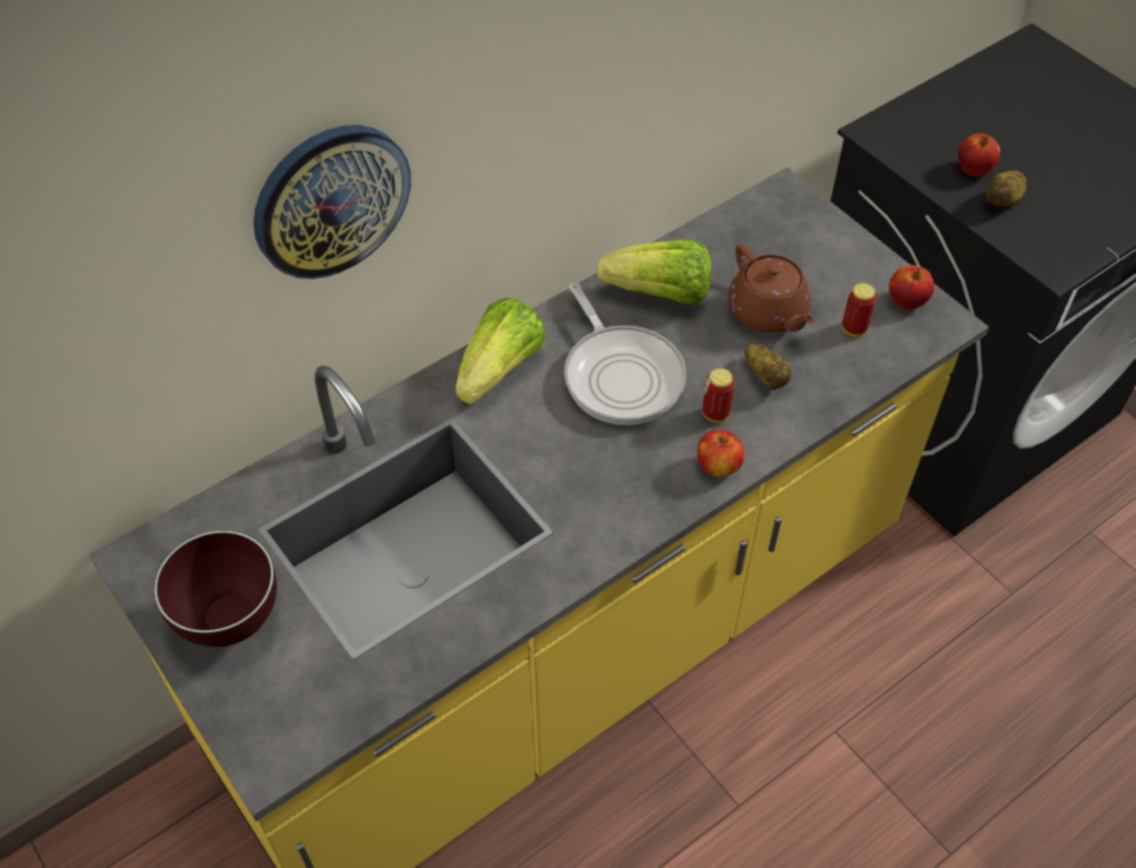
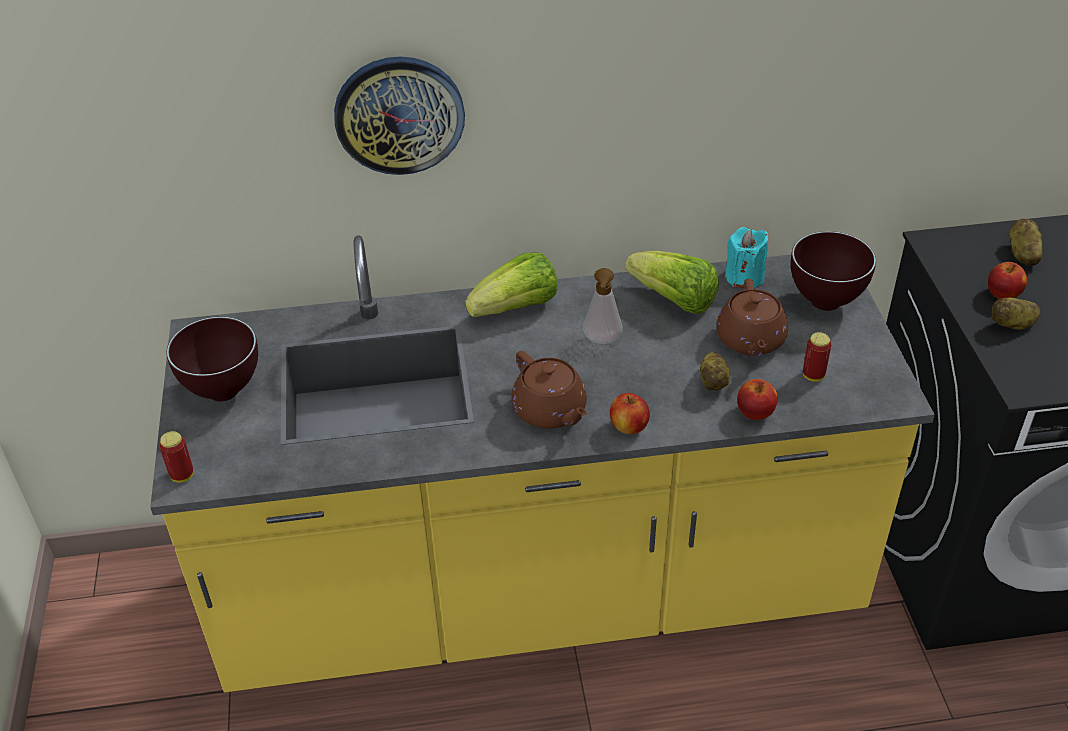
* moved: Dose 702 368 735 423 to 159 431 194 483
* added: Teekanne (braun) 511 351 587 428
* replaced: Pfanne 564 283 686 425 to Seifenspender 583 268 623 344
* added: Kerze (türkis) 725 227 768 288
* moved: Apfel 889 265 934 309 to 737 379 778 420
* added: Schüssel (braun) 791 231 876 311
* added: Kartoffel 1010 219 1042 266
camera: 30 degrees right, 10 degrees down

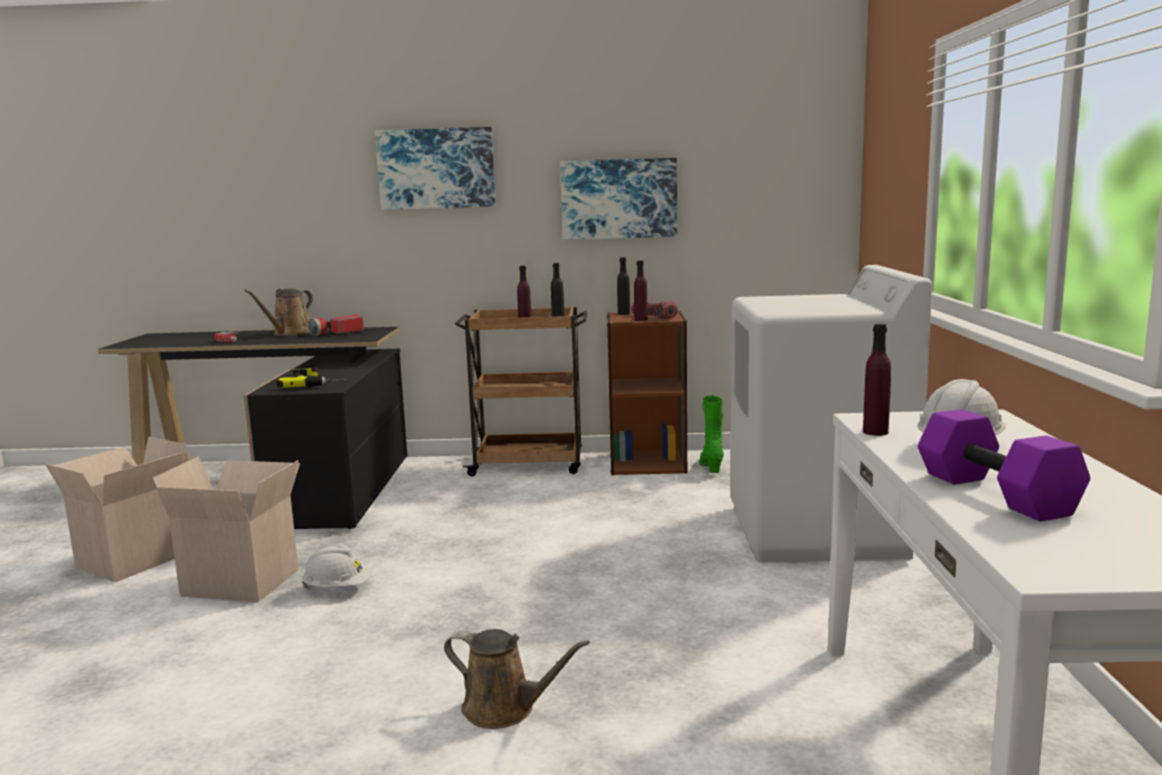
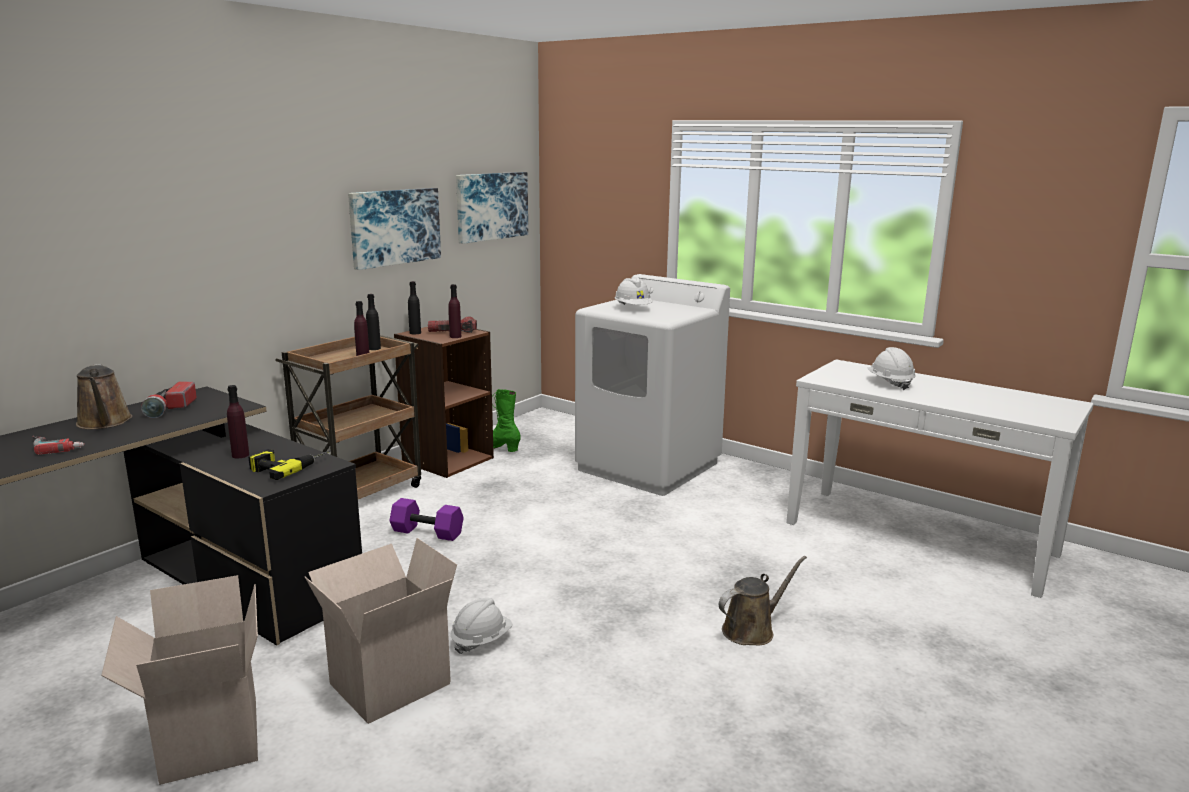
* moved: Flasche (lila) 863 324 891 436 to 227 385 249 458
* moved: Hantel (lila) 918 409 1090 521 to 389 498 464 541
* moved: Bild 375 127 496 210 to 456 172 528 244
* added: Schutzhelm (weiß) 615 278 653 305
camera: 55 degrees left, 5 degrees up

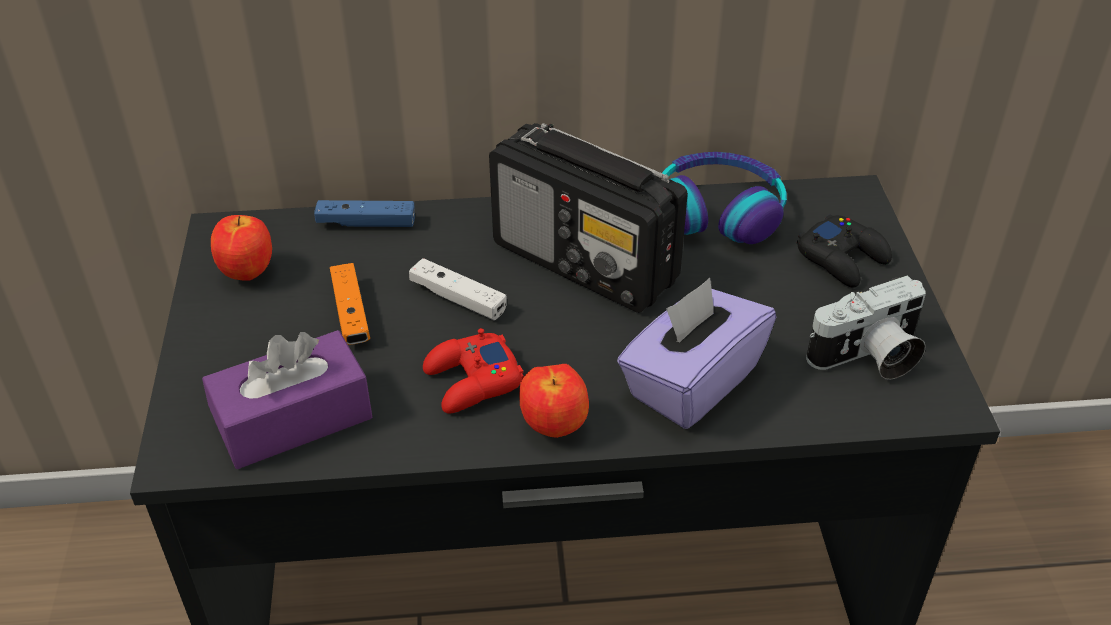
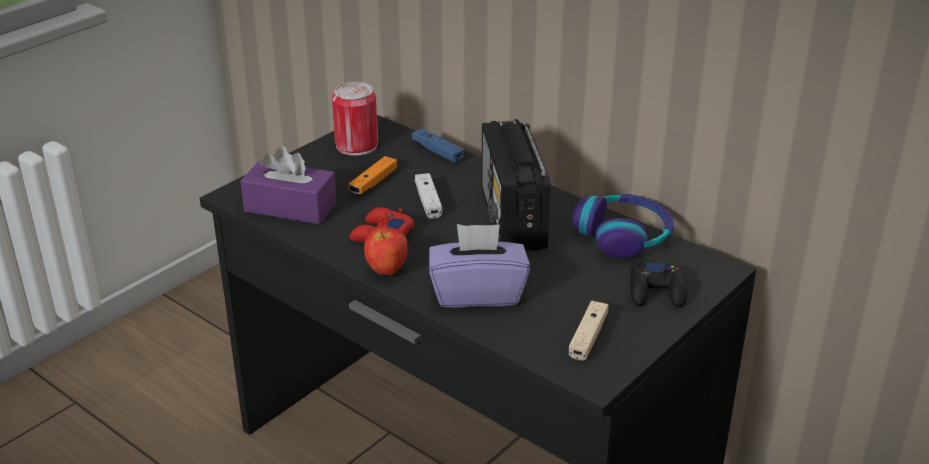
* replaced: Apfel 211 215 272 281 to Dose 332 82 378 156
* replaced: Kamera 806 275 926 380 to Gamepad (beige) 569 301 609 361
camera: 45 degrees right, 10 degrees down

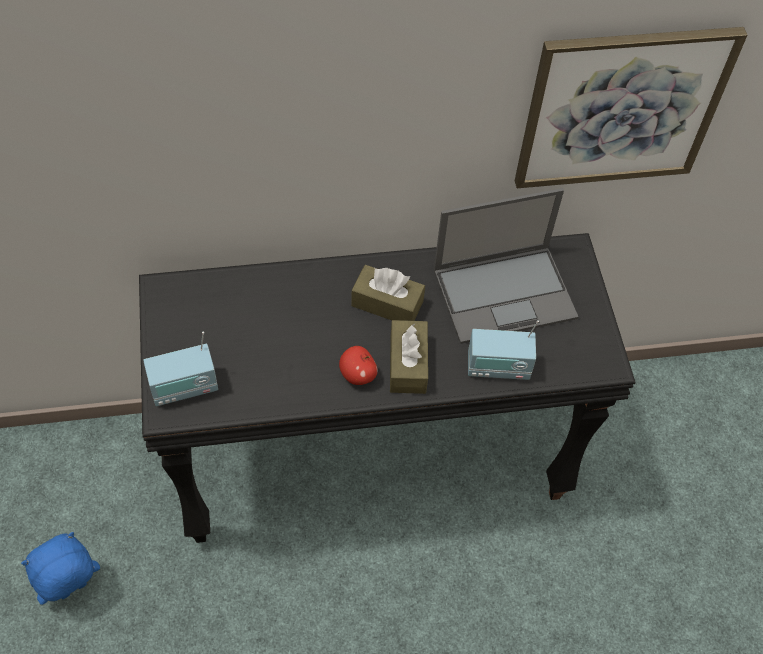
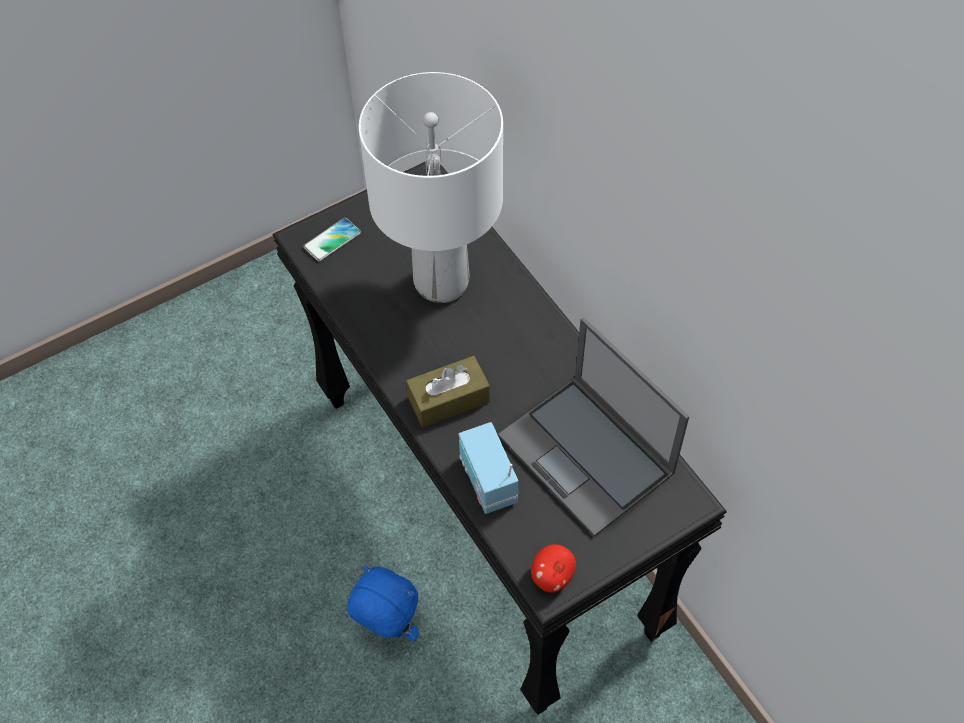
* replaced: Radio 143 332 218 406 to Handy 304 218 361 261
* moved: Plüschtier (blau) 21 532 100 605 to 347 566 419 641
* added: Tischlampe (weiß) 359 72 503 303
* moved: Apfel 339 346 378 385 to 531 544 576 593
* removed: Taschentuchbox (braun) 351 265 425 321
* removed: Bild 515 27 747 188
camera: 70 degrees right, 0 degrees up

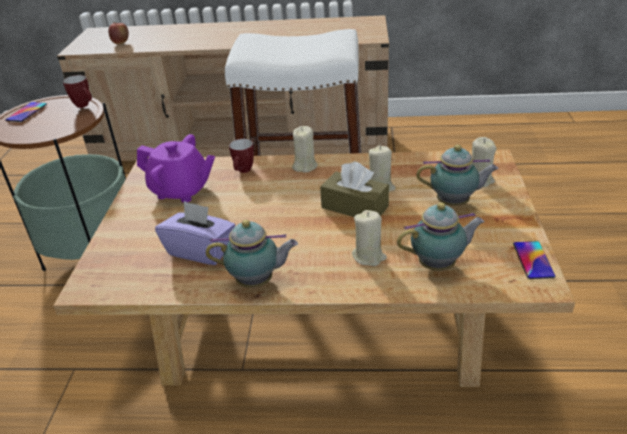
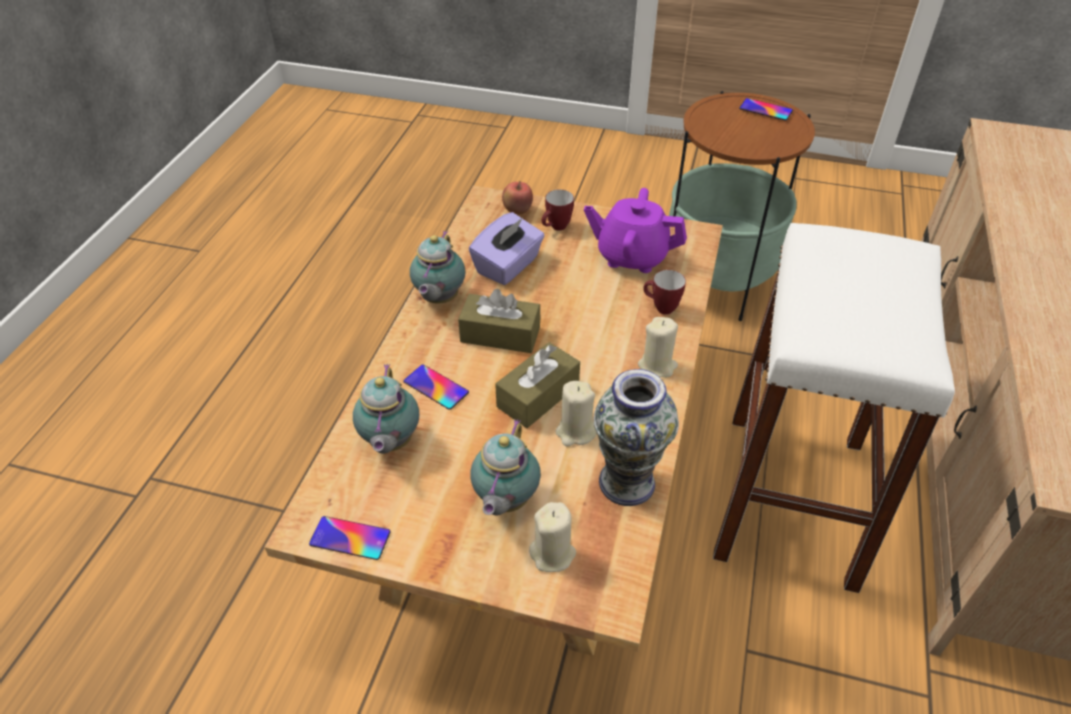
* replaced: Kerze (beige) 352 210 387 266 to Handy 403 364 469 410
* added: Taschentuchbox (braun) 458 289 540 353
* moved: Apfel 108 22 129 44 to 502 181 533 215
* moved: Henkelbecher 63 75 92 108 to 542 189 574 231
* turned: Teekanne (lila) 137 134 215 203 = 584 188 687 273 75 degrees clockwise
* added: Vase 593 369 679 506
camera: 100 degrees right, 10 degrees up

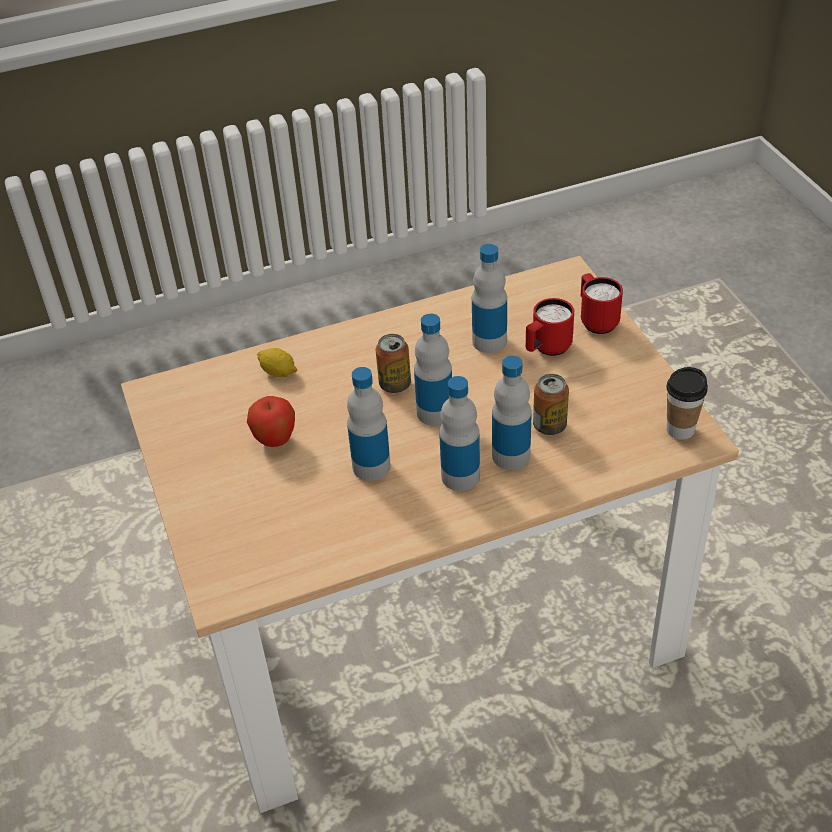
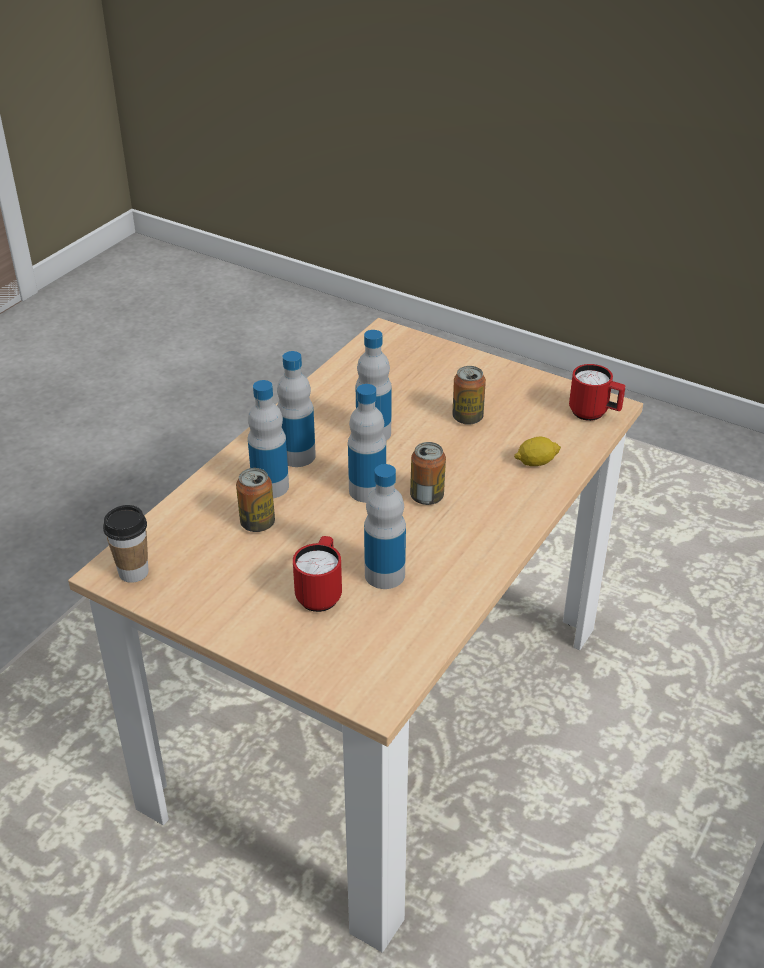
* replaced: Apfel 247 396 295 447 to Dose 452 366 486 425
* moved: Henkelbecher (rot) 581 273 623 334 to 569 364 626 421
camera: 140 degrees right, 5 degrees down

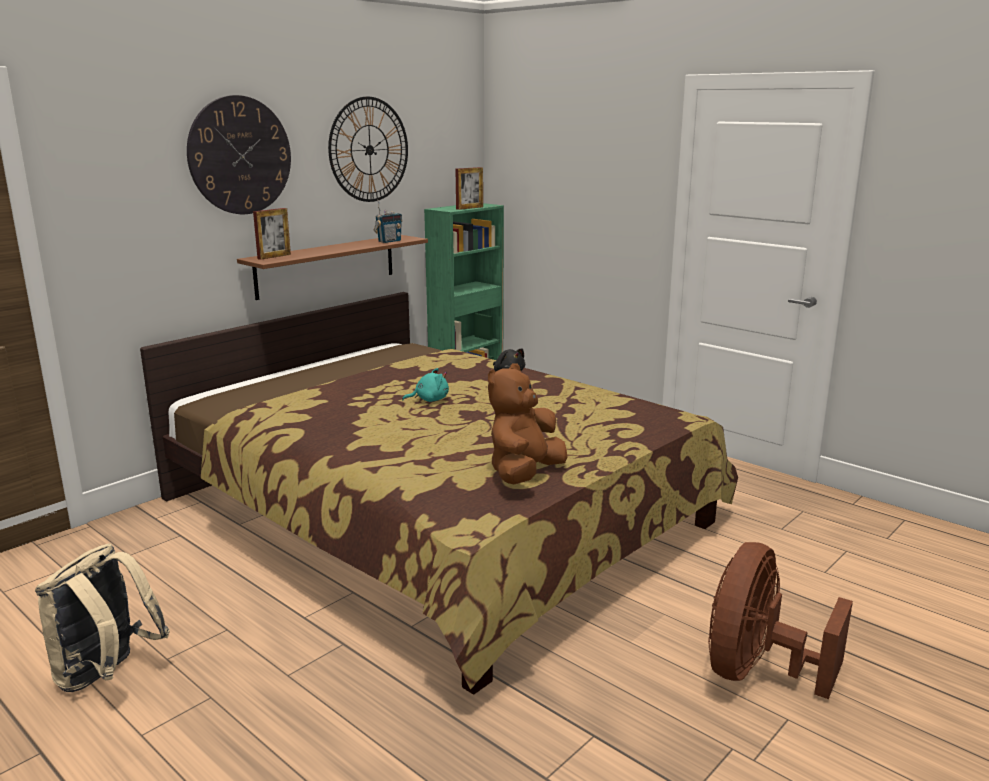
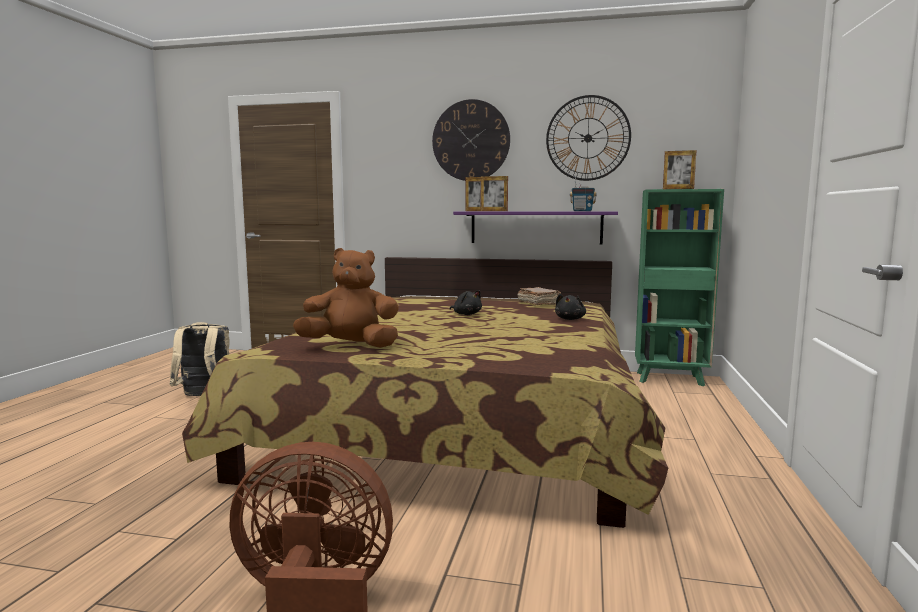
* recoloured: Plüschtier (türkis) 402 368 449 402 to Plüschtier (schwarz) 450 290 482 315
* recoloured: Wandregal (braun) 237 235 428 300 to Wandregal (lila) 453 211 618 244
* added: Bilderrahmen 481 176 508 211
* added: Buch (braun) 517 287 561 305
camera: 60 degrees right, 10 degrees down

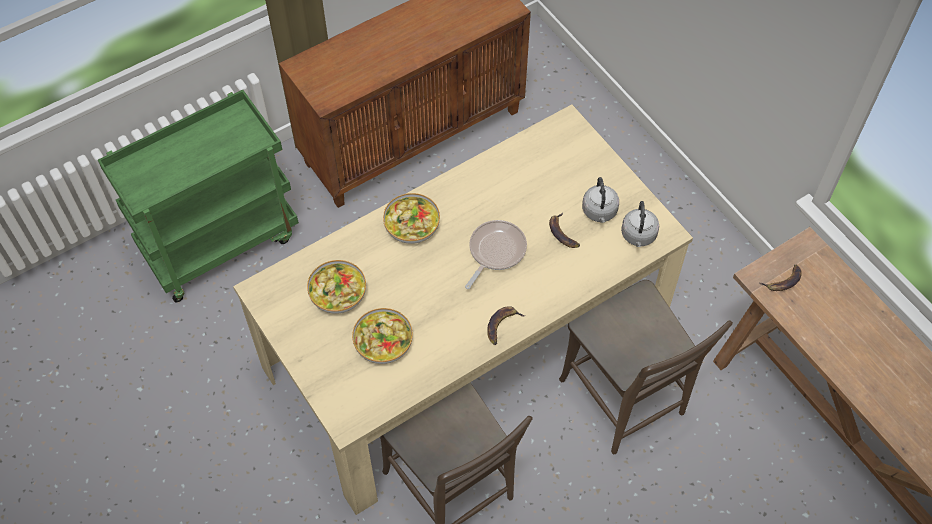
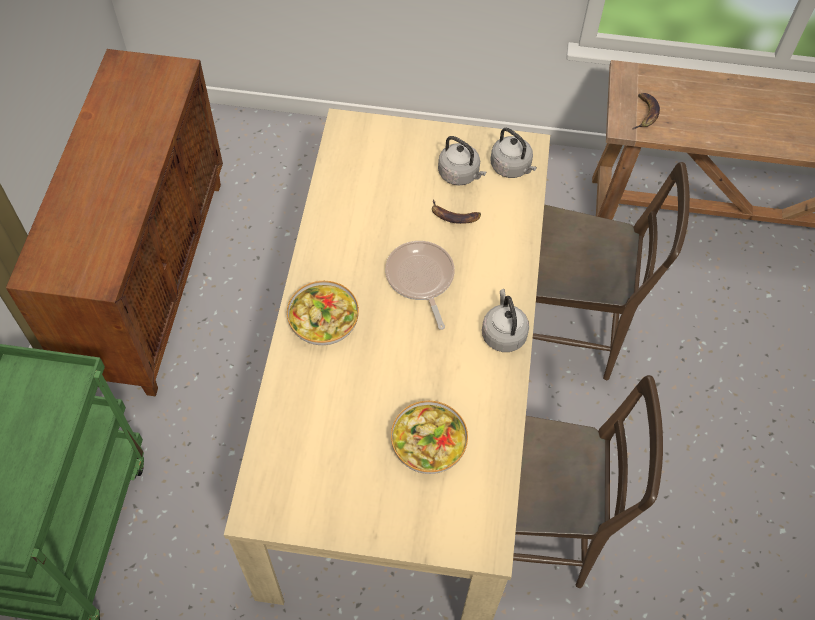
* replaced: Banane 487 306 525 345 to Wasserkessel (grau) 482 289 529 352
* removed: Schüssel 307 260 366 314
camera: 50 degrees left, 0 degrees up

